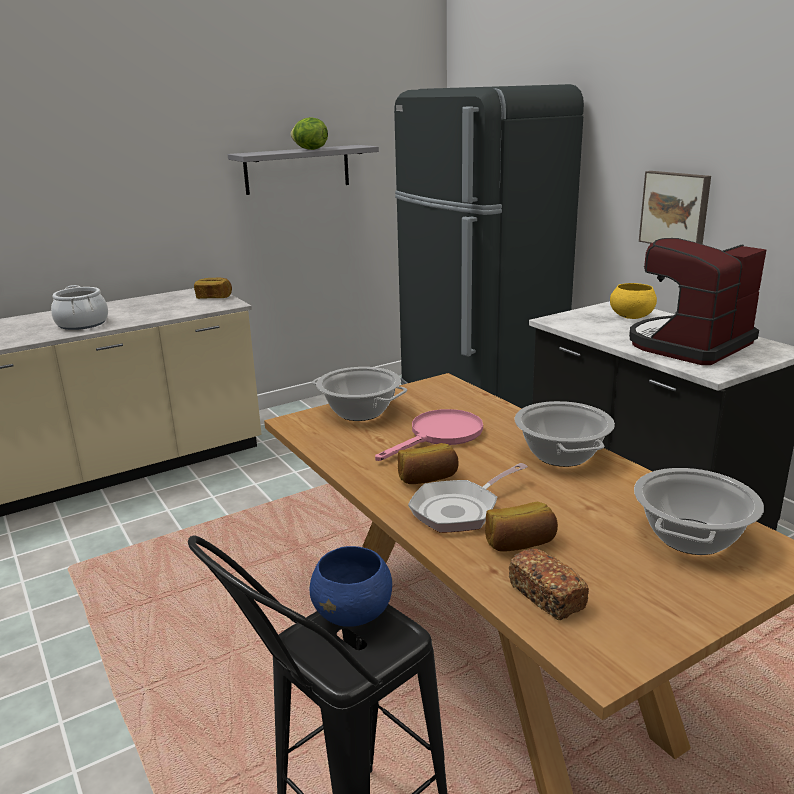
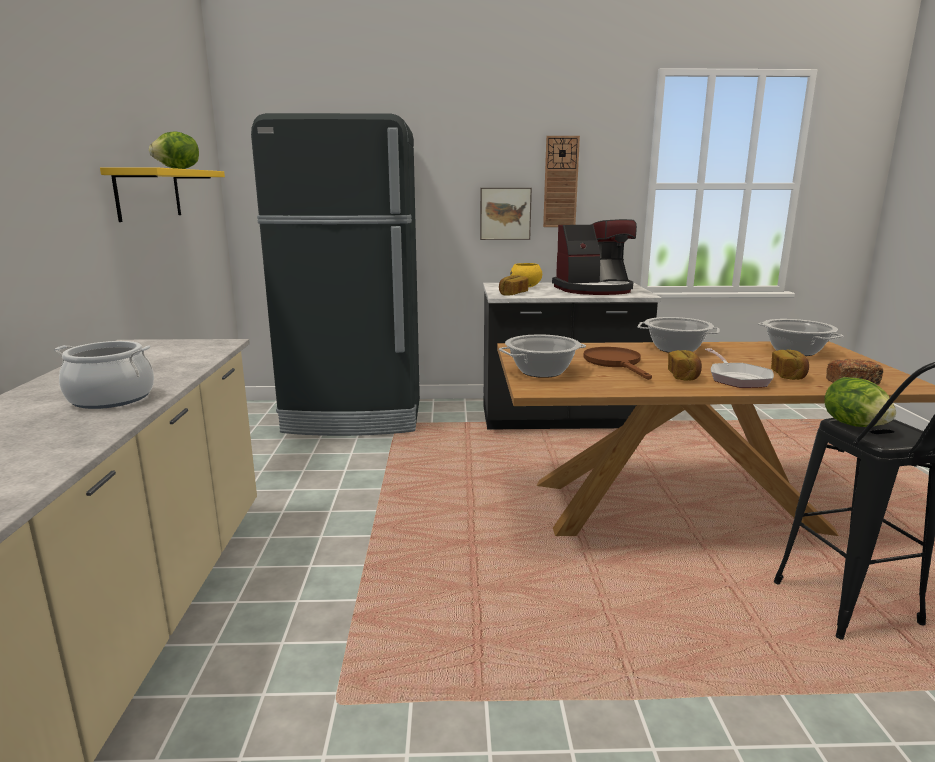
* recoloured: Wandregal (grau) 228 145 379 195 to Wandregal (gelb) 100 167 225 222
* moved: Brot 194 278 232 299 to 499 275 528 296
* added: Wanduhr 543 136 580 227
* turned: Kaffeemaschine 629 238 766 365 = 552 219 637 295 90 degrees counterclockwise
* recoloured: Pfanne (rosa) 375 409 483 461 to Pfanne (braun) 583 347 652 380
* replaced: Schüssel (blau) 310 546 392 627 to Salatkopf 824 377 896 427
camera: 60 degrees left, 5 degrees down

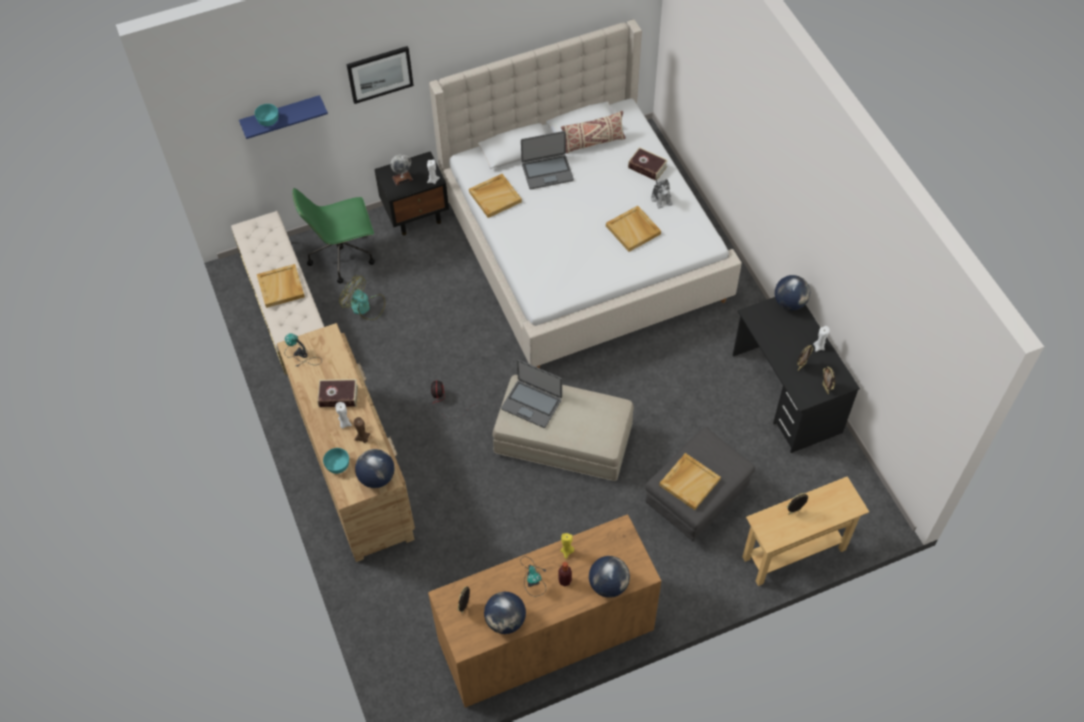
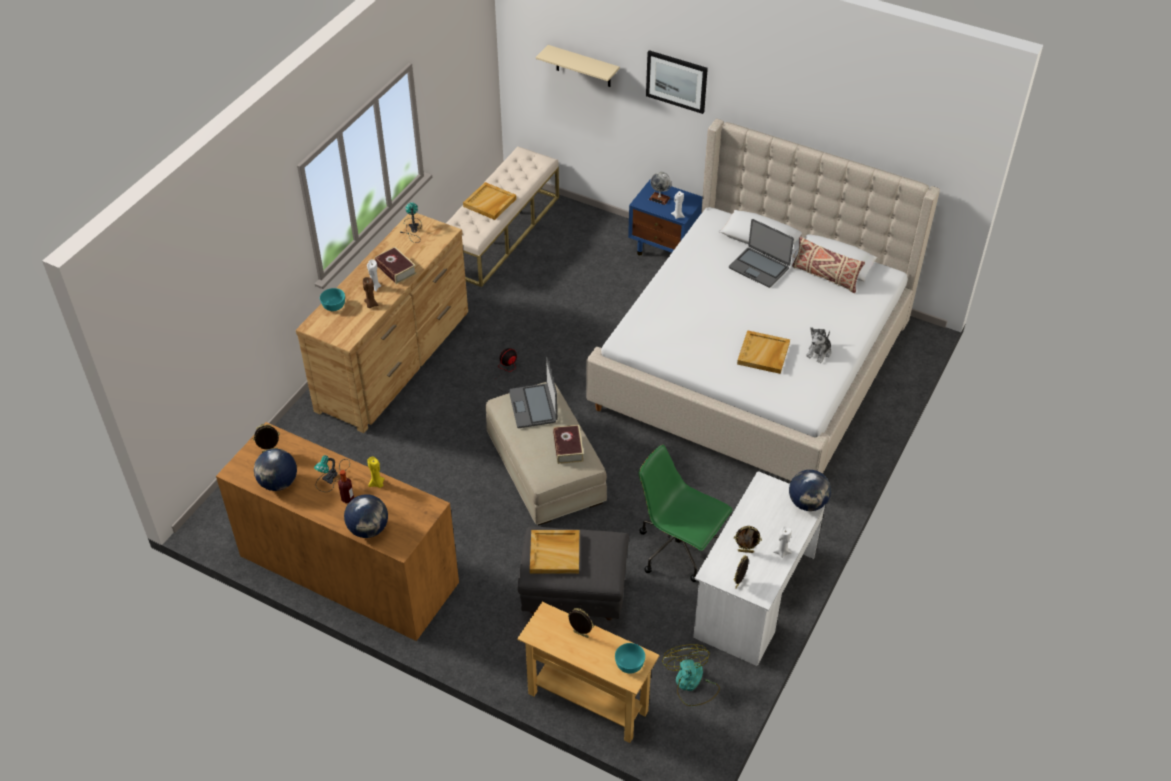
* recoloured: Wandregal (blau) 239 95 328 139 to Wandregal (beige) 536 45 620 87
* moved: Buch 628 147 668 181 to 553 425 584 464
* moved: Schüssel (türkis) 255 104 278 126 to 615 643 645 673
* recoloured: Nachttisch (schwarz) 374 151 449 235 to Nachttisch (blau) 628 179 703 255
* moved: Bürostuhl (grün) 292 188 375 284 to 639 444 733 582
* moved: Ventilator 339 275 385 320 to 662 644 720 706
* recoloured: Schreibtisch (schwarz) 733 297 860 453 to Schreibtisch (weiß) 693 471 825 666
* removed: Globus 355 449 395 488
* removed: Tablett (beige) 469 174 522 218
camera: 50 degrees right, 10 degrees down

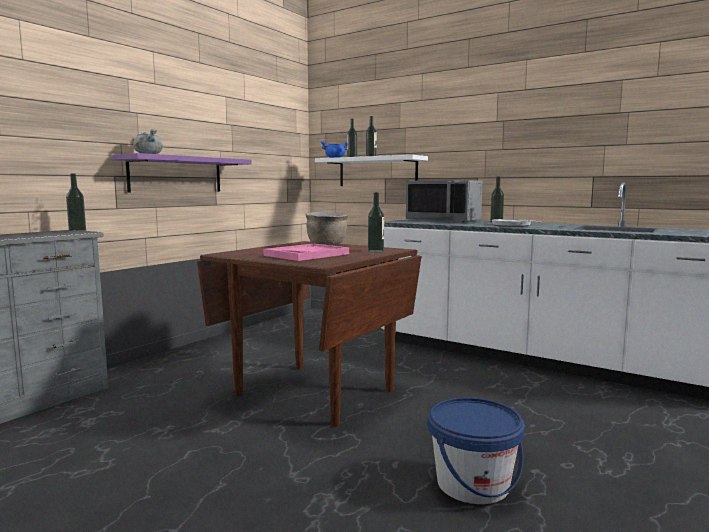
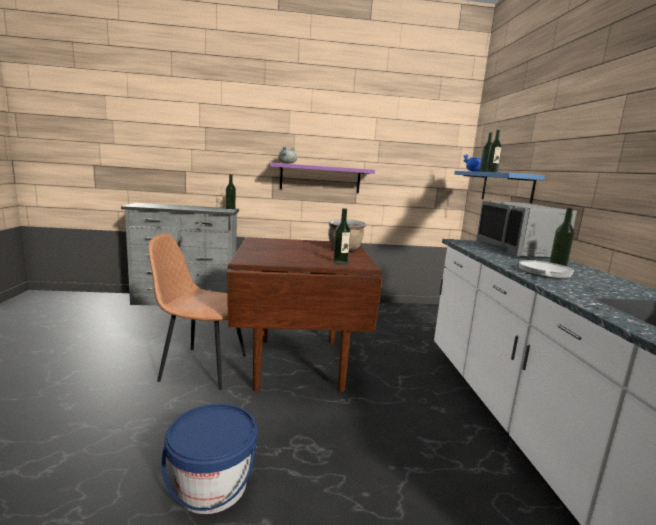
* added: Stuhl (braun) 149 233 246 390
* recoloured: Wandregal (weiß) 315 155 428 186 to Wandregal (blau) 454 171 545 204
* removed: Tablett (rosa) 263 244 349 261
camera: 50 degrees right, 5 degrees up

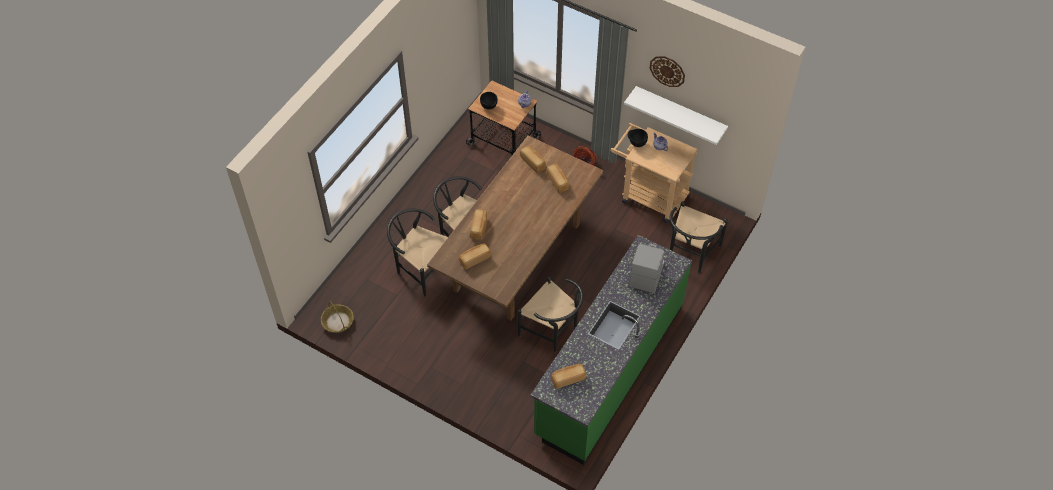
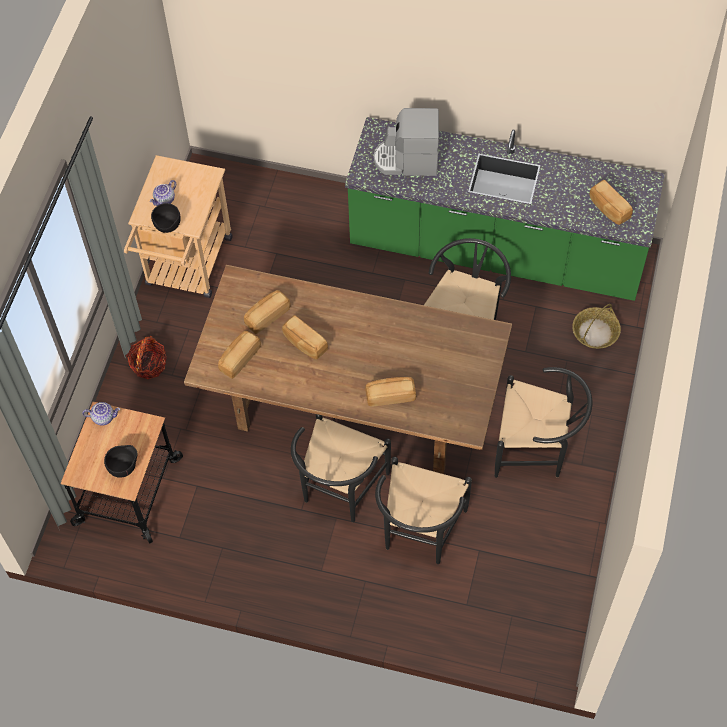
* moved: Brot 459 243 491 269 to 282 315 328 359
* moved: Stuhl (schwarz) 670 201 728 273 to 495 367 592 478
* moved: Korb 321 301 354 333 to 572 304 621 349
* removed: Wandregal (weiß) 624 86 728 145
* removed: Wanduhr 650 56 685 87
camera: 105 degrees left, 5 degrees up

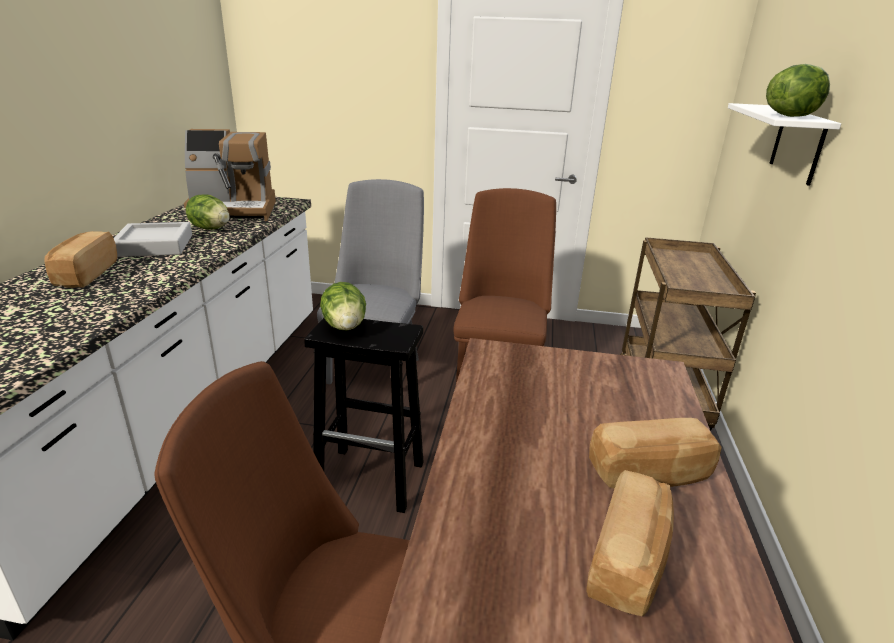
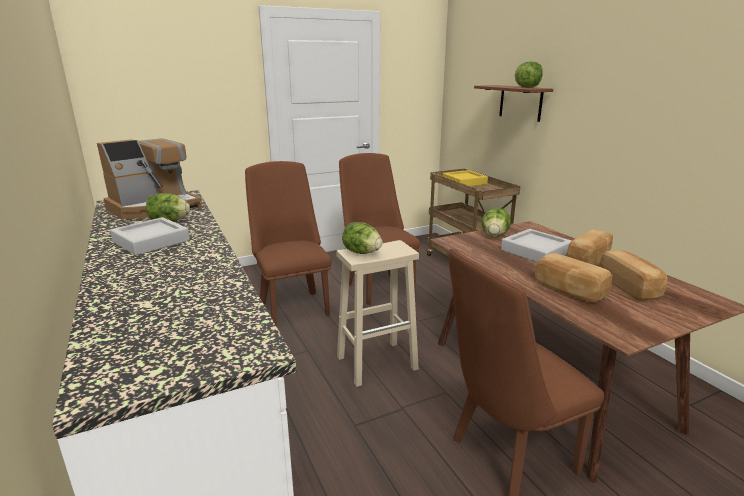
* recoloured: Stuhl (grau) 317 179 424 384 to Stuhl (braun) 245 161 331 327
* recoloured: Hocker (schwarz) 304 318 424 513 to Hocker (beige) 336 240 419 387
* added: Tablett (gelb) 443 170 488 186
* recoloured: Wandregal (weiß) 728 103 841 186 to Wandregal (braun) 474 85 553 122
* added: Salatkopf 482 208 511 237
* added: Tablett (grau) 501 229 571 262
* moved: Brot 44 231 117 288 to 535 252 612 303
camera: 35 degrees left, 5 degrees down

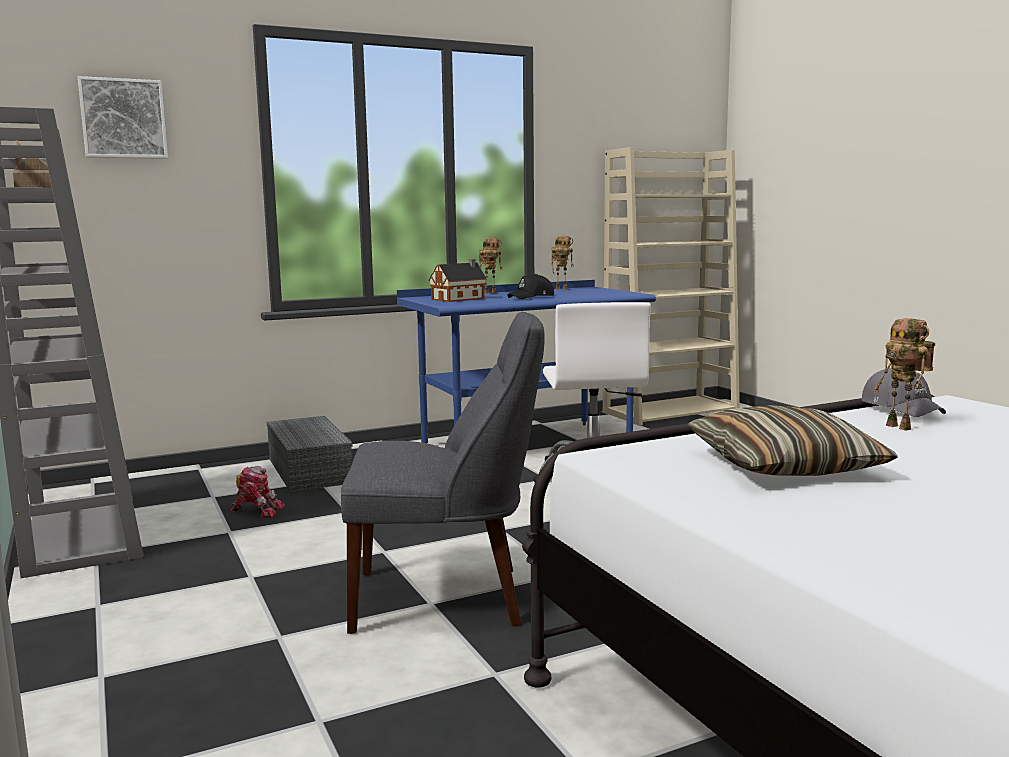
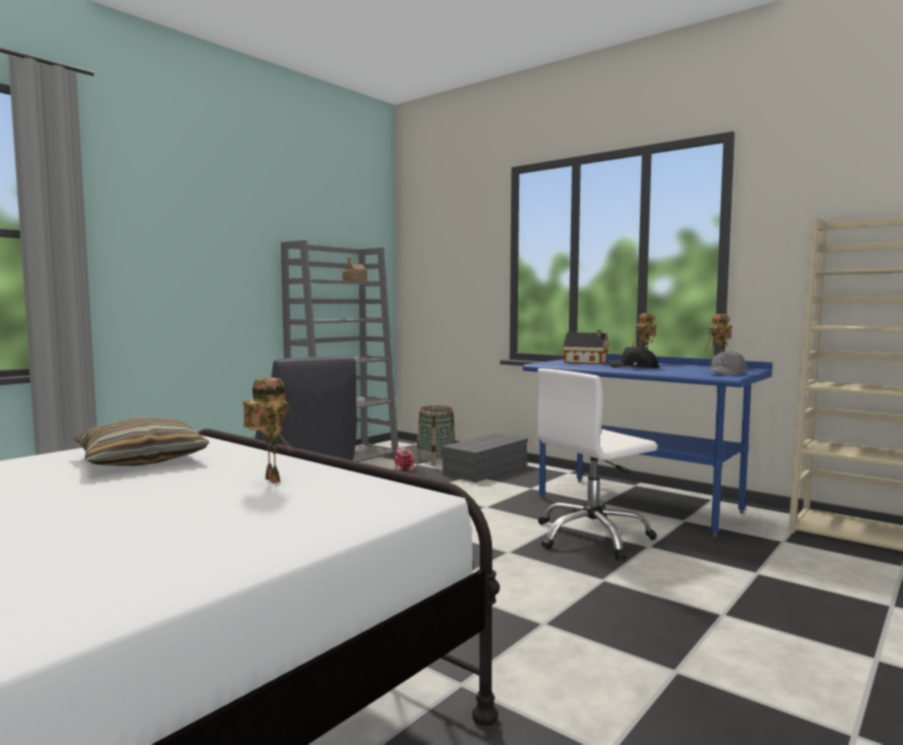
* turned: Spielzeugroboter 874 318 935 431 = 243 377 293 483 105 degrees clockwise
* added: Korb 416 406 456 466
* moved: Kappe (grau) 862 368 946 417 to 707 350 747 376
* removed: Bild 78 76 168 159
camera: 65 degrees right, 5 degrees down

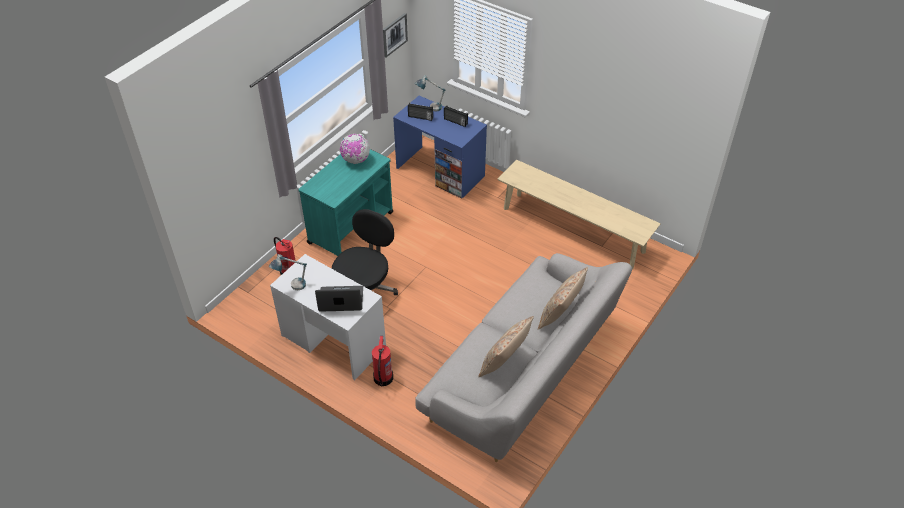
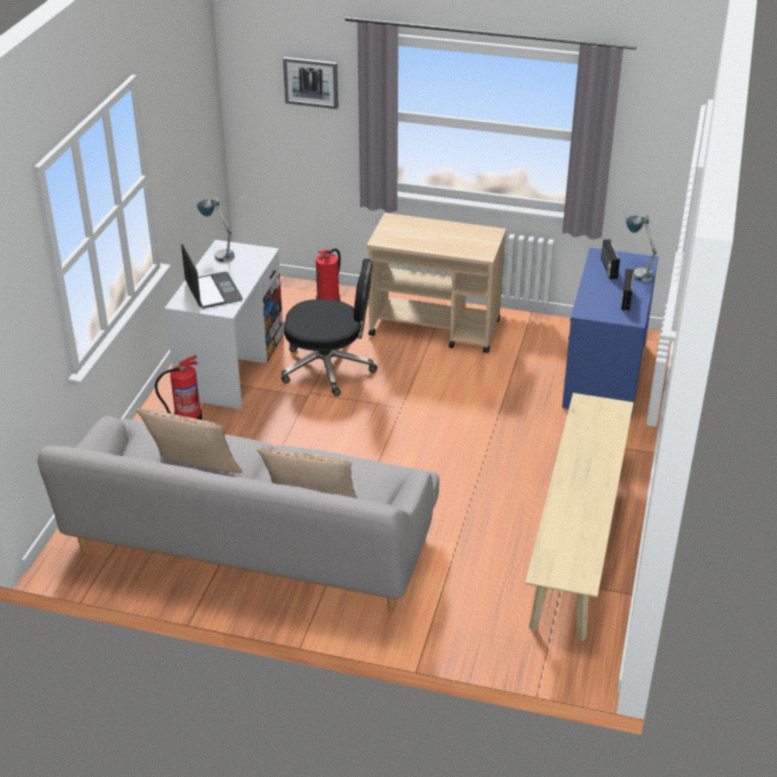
* moved: Bild 383 13 408 58 to 283 57 338 109
* recoloured: Rollwagen (türkis) 298 149 393 256 to Rollwagen (beige) 367 213 506 353
* removed: Globus 340 134 370 164
camera: 70 degrees right, 10 degrees down

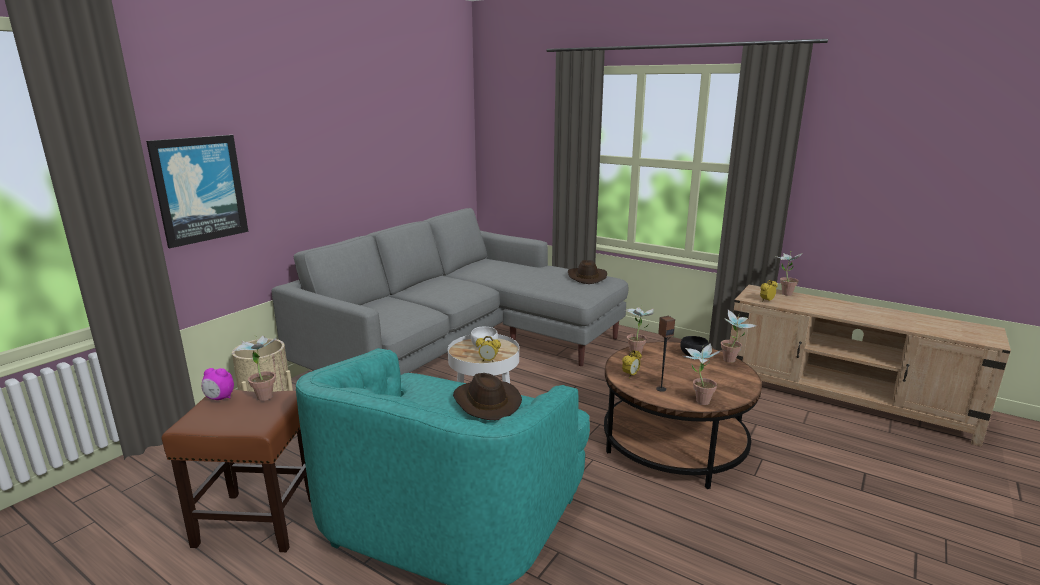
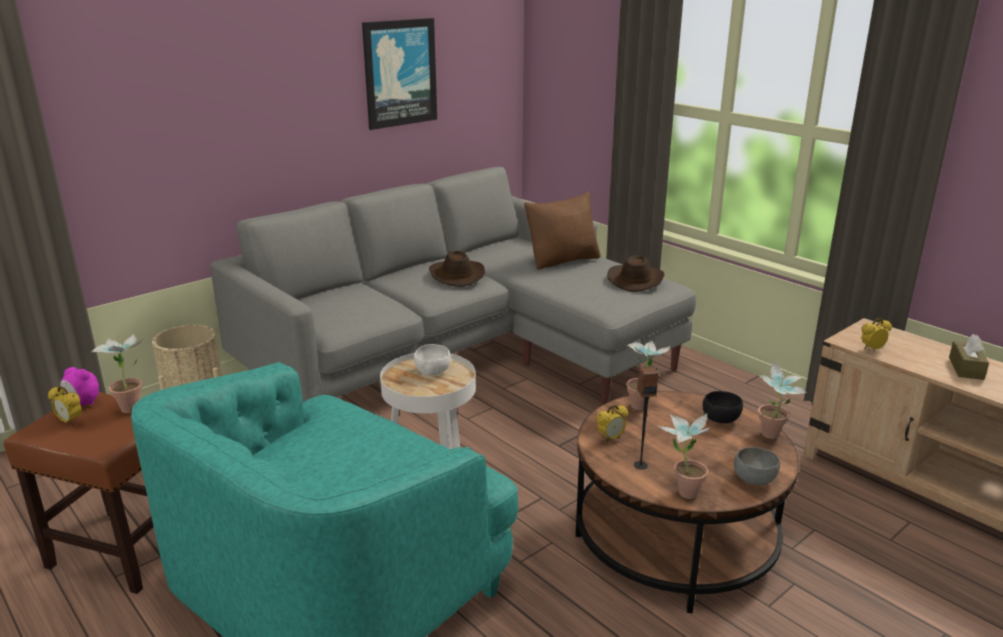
* moved: Wecker 476 336 501 362 to 48 386 82 425
* moved: Bild 146 135 248 248 to 362 18 437 130
* moved: Hut (braun) 453 373 522 420 to 429 251 485 287
* added: Kissen (braun) 524 192 601 270
* added: Schüssel (grau) 734 447 780 485
* added: Taschentuchbox (braun) 949 334 989 380
* removed: Topfpflanze 775 251 802 296
camera: 15 degrees right, 5 degrees up

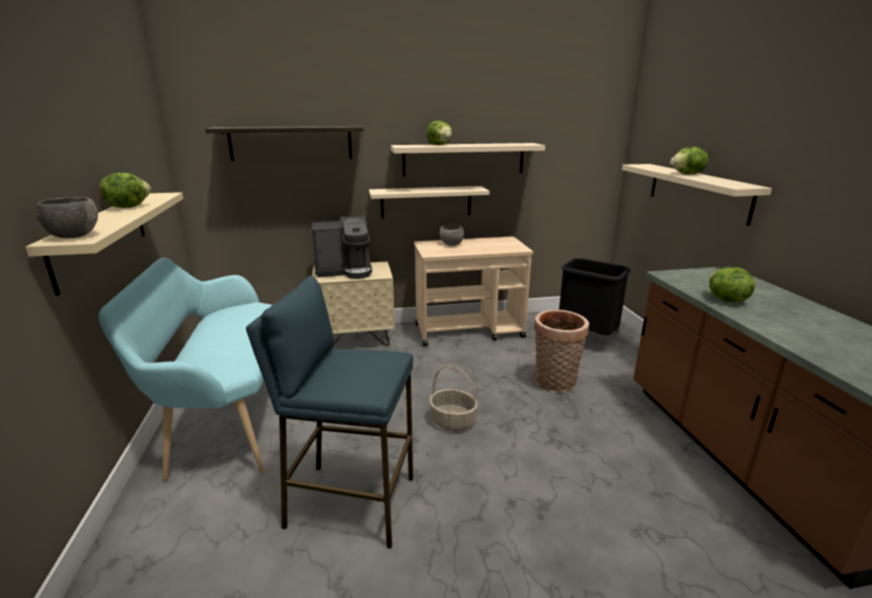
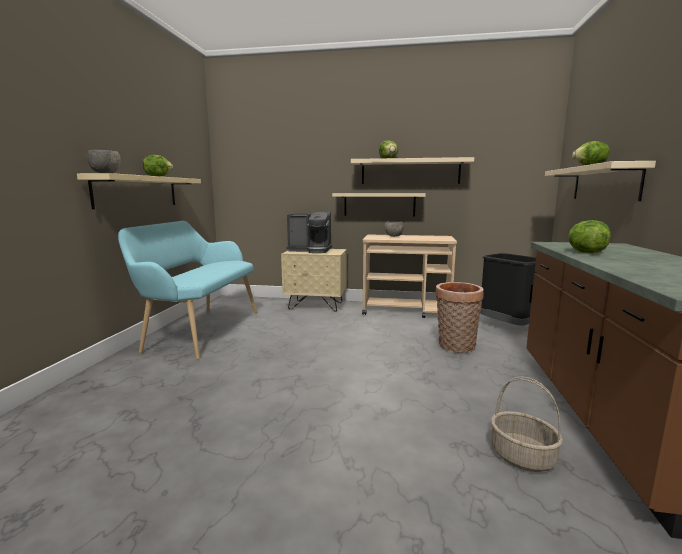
* moved: Korb 429 365 478 431 to 491 376 563 472
* removed: Wandregal 205 126 364 161
* removed: Hocker (blau) 246 276 413 549
camera: 20 degrees right, 10 degrees down

